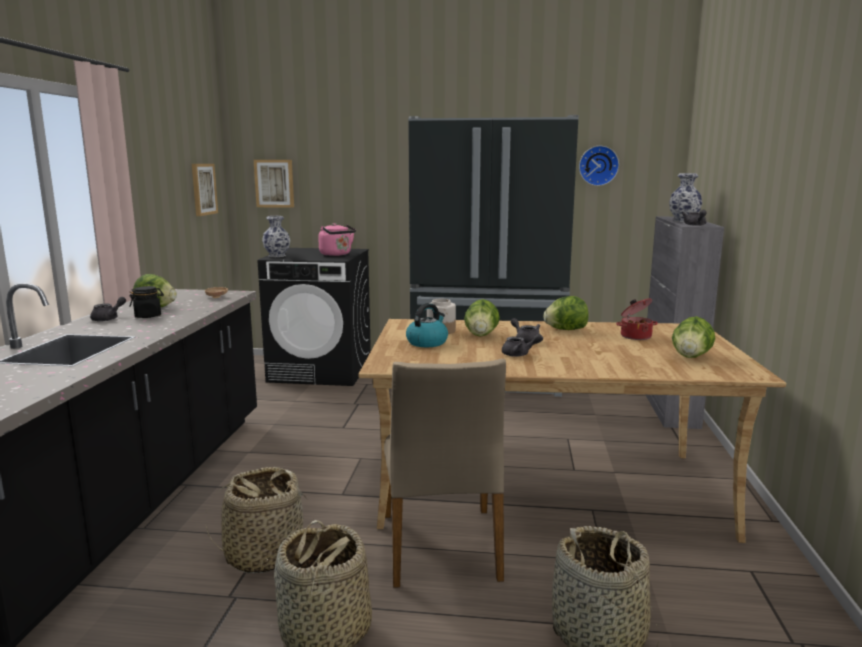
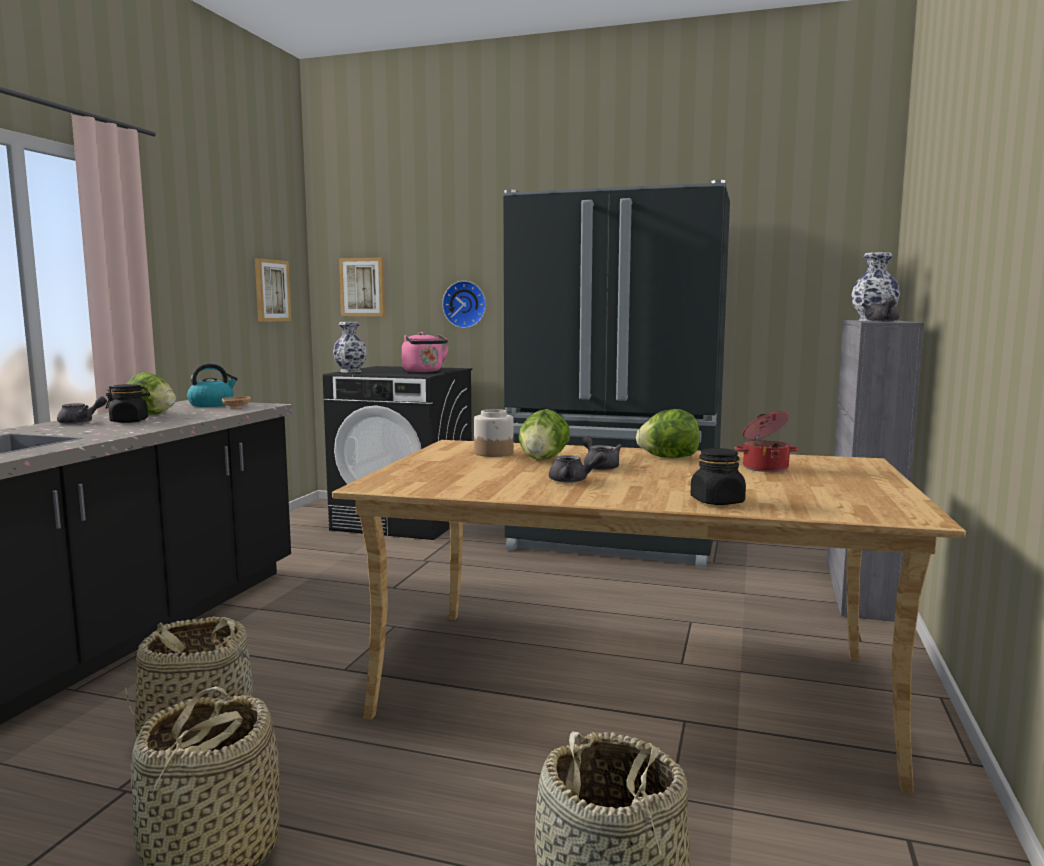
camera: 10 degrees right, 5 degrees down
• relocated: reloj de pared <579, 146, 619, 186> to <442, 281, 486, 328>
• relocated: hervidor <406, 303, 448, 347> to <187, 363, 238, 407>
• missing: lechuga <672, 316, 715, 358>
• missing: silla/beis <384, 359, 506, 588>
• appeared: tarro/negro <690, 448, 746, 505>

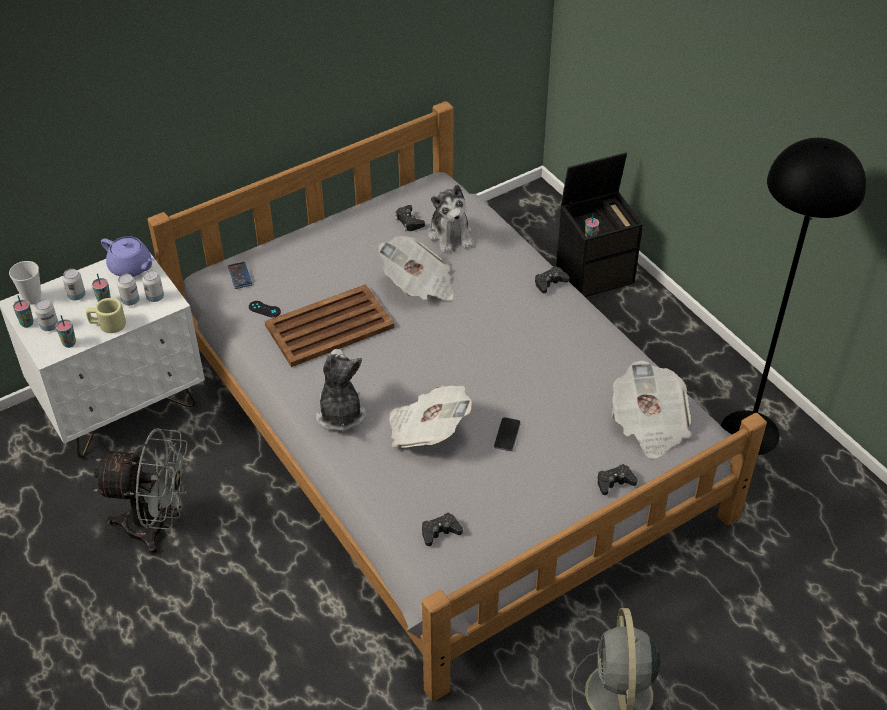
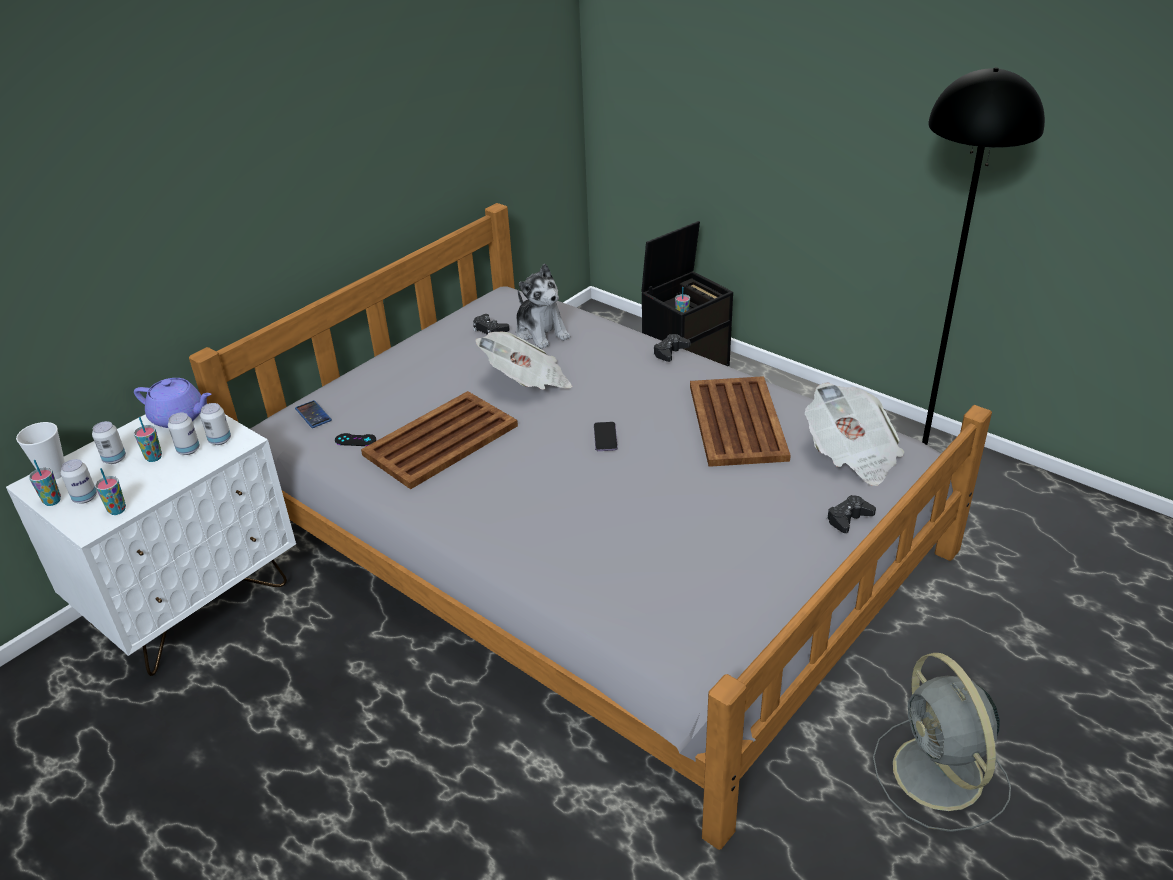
camera: 15 degrees left, 10 degrees down
• missing: taza grande/beis <86, 298, 126, 333>
• missing: peluche <316, 349, 366, 431>
• missing: periódico <389, 386, 472, 448>
• relocated: móvil <494, 417, 521, 451> to <594, 422, 618, 451>
• missing: ventilador/gris <94, 428, 190, 555>
• missing: mando de consola/negro <422, 512, 463, 546>
• appeared: bandeja/marrón <690, 376, 791, 467>

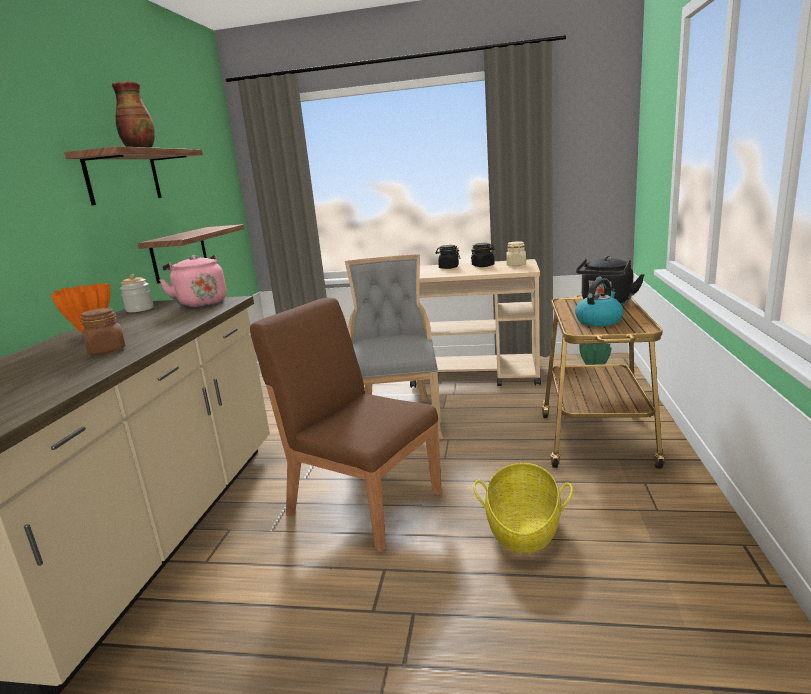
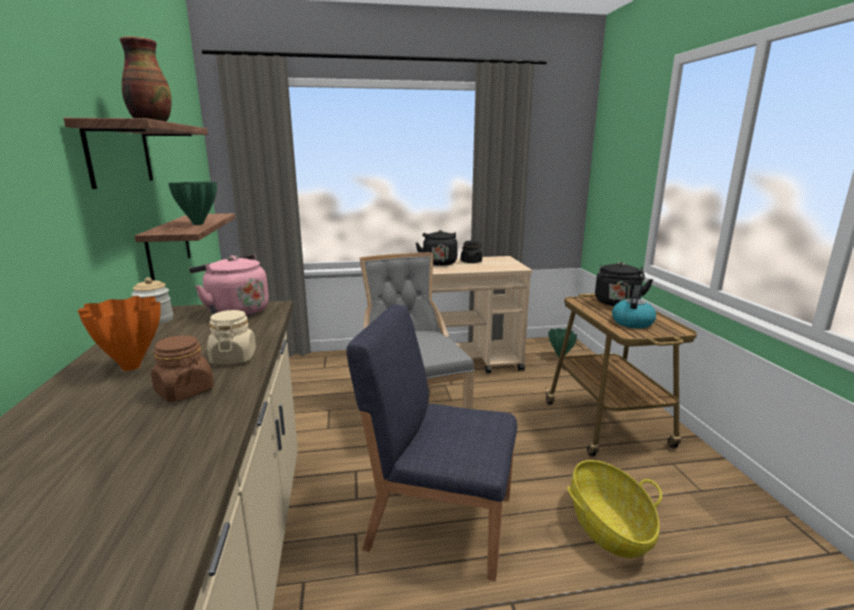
camera: 20 degrees left, 0 degrees up
• relocated: tarro/beis <506, 241, 526, 266> to <207, 310, 256, 364>
• exchanged: tarro/negro <436, 245, 460, 269> to hervidor/negro <416, 230, 458, 266>
• colour: silla/marrón <250, 297, 442, 552> to silla/azul <346, 304, 517, 581>
• appeared: florero/verde <168, 182, 217, 225>

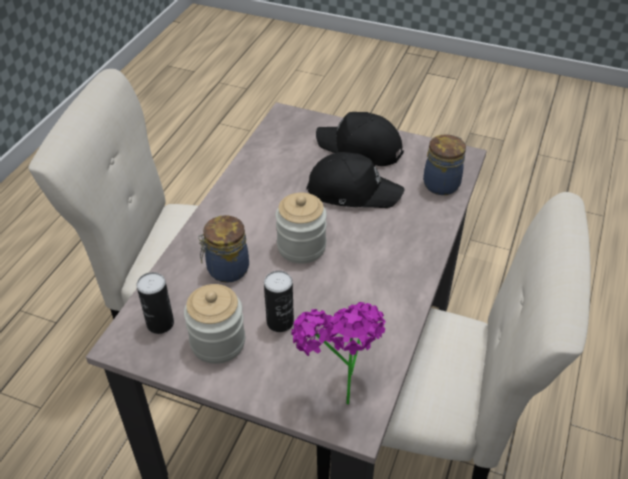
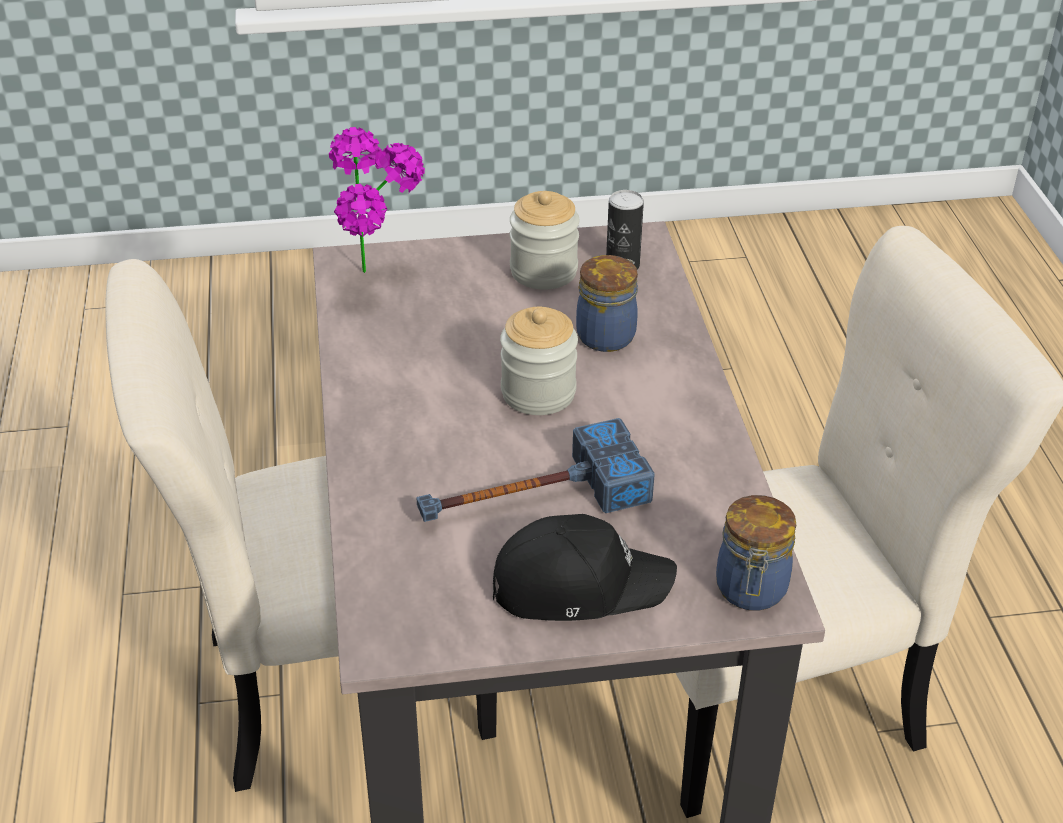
camera: 150 degrees right, 5 degrees down
• relocated: tarro <423, 134, 466, 195> to <716, 495, 796, 611>
• exchanged: gorra/negro <306, 152, 404, 208> to martillo <416, 418, 655, 522>
• missing: lata <264, 271, 294, 332>

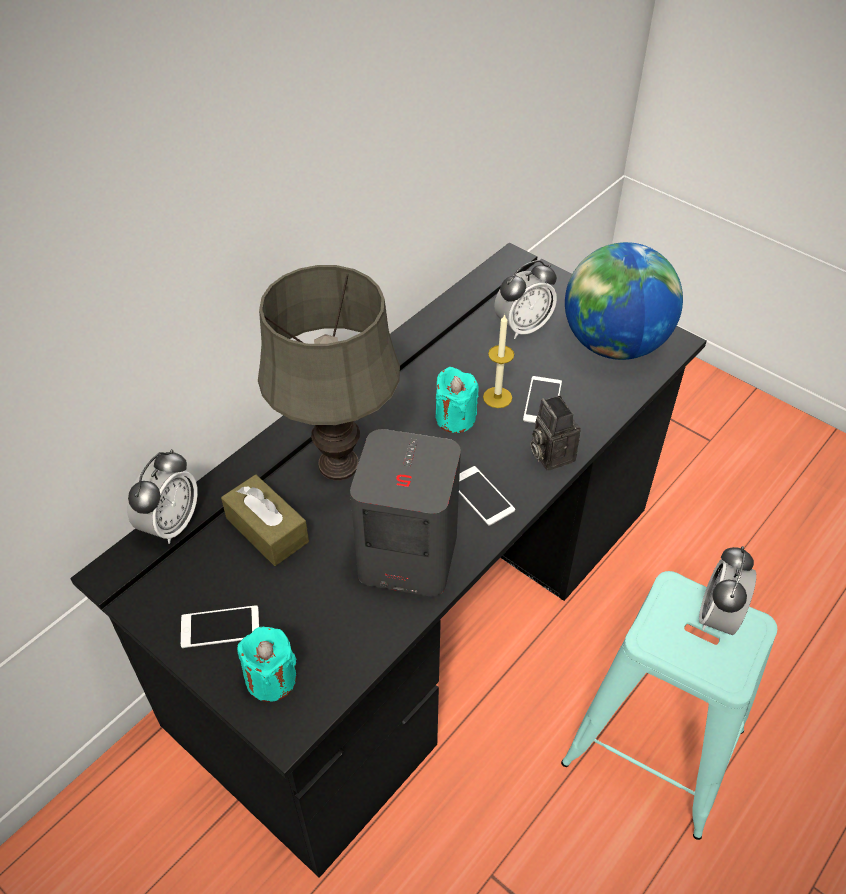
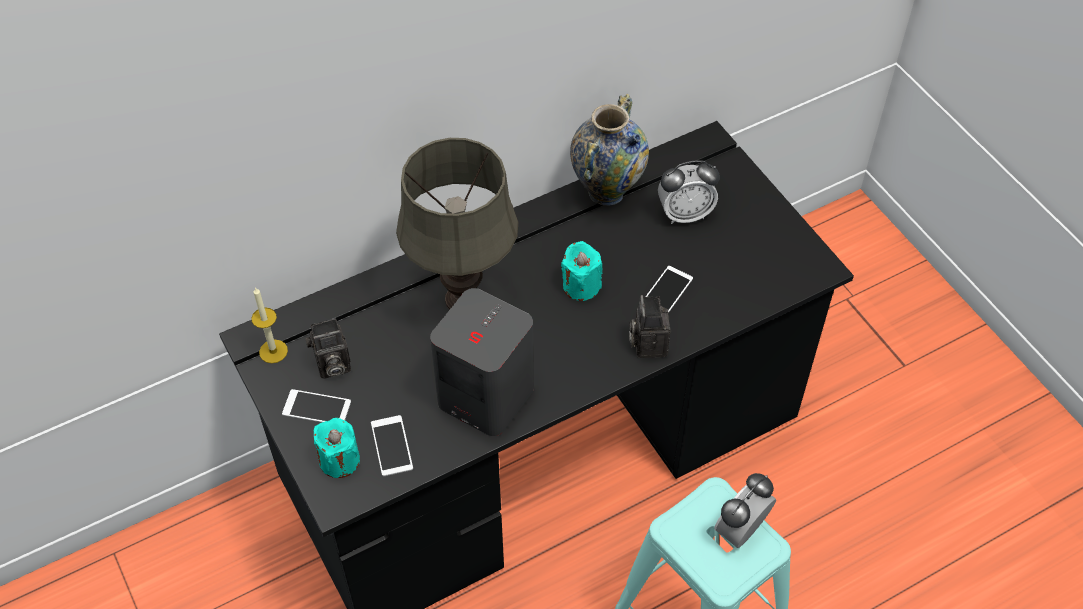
camera: 20 degrees right, 5 degrees up
• missing: globo terráqueo <565, 242, 683, 360>
• relocated: vela <483, 314, 514, 408> to <251, 287, 288, 363>
• missing: despertador <127, 449, 198, 544>
• relocated: móvil <459, 466, 515, 526> to <371, 415, 413, 476>
• missing: caja de pañuelos/marrón <221, 475, 309, 566>
• appeared: florero <570, 94, 649, 206>
• appeared: cámara <305, 318, 351, 379>

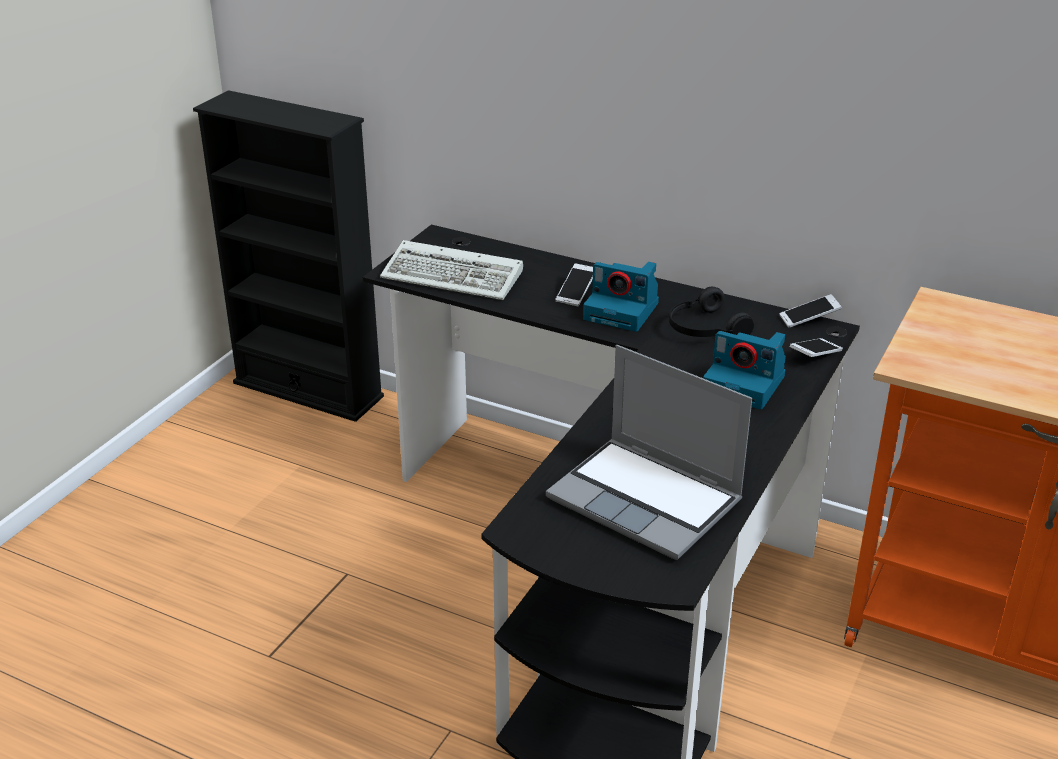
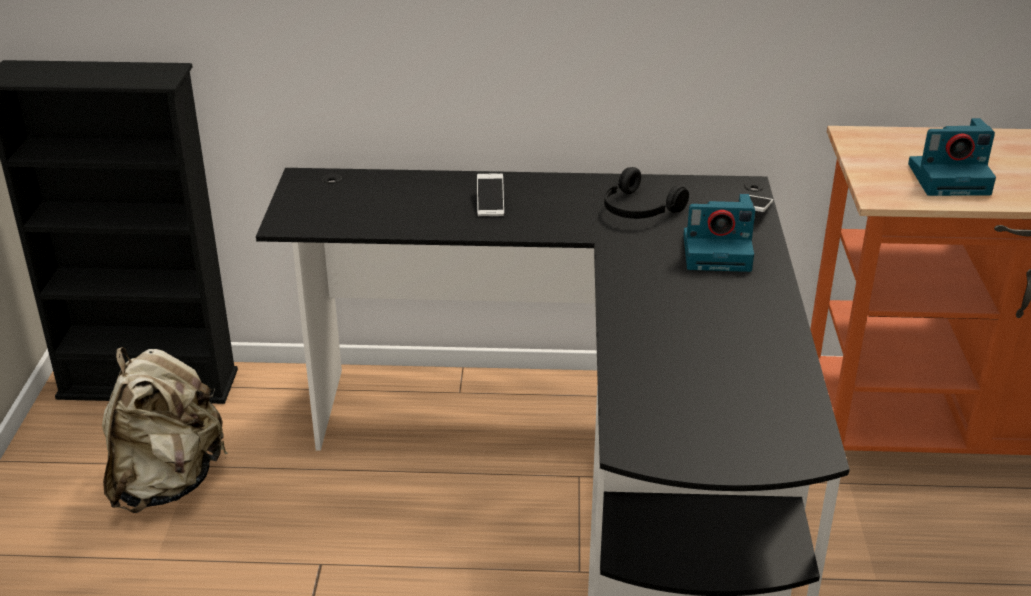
camera: 25 degrees left, 0 degrees up
• missing: teclado <380, 240, 523, 300>
• relocated: cámara <583, 262, 659, 332> to <908, 118, 996, 196>
• missing: móvil <779, 294, 841, 328>
• missing: portátil <546, 345, 752, 560>
• appeared: mochila/beis <102, 347, 228, 513>

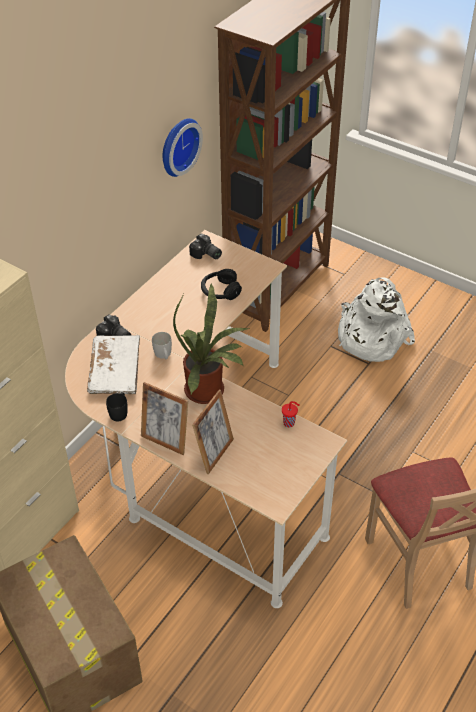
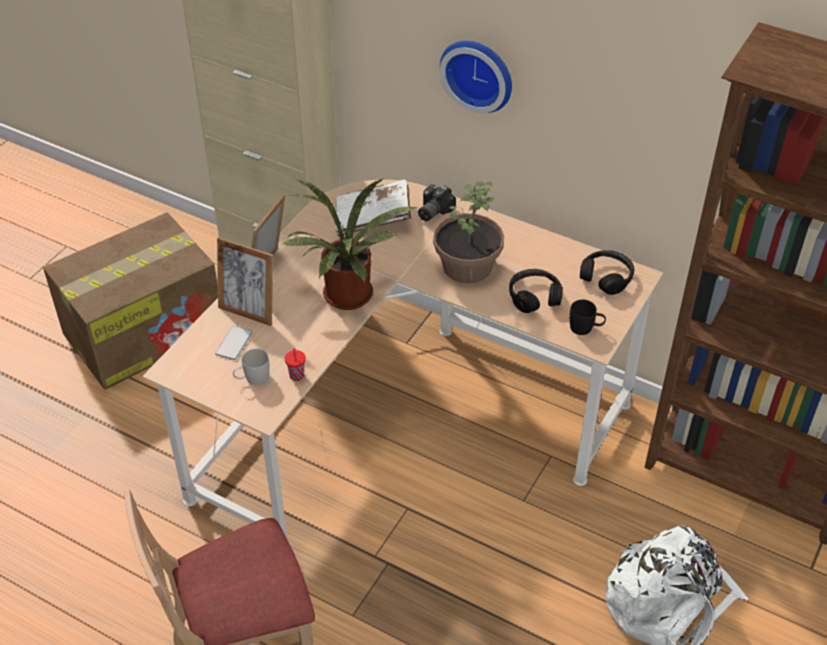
camera: 85 degrees right, 0 degrees up
• relocated: reloj de pared <163, 118, 203, 177> to <440, 41, 512, 113>
• exchanged: cámara <189, 233, 222, 259> to auriculares/negro <580, 250, 634, 295>
• relocated: taza grande/blanco <152, 332, 172, 359> to <233, 349, 270, 385>
• relocated: taza grande/negro <106, 392, 128, 421> to <570, 300, 606, 335>
• appeared: planta en maceta <433, 181, 504, 283>
• appeared: móvil <215, 326, 252, 360>

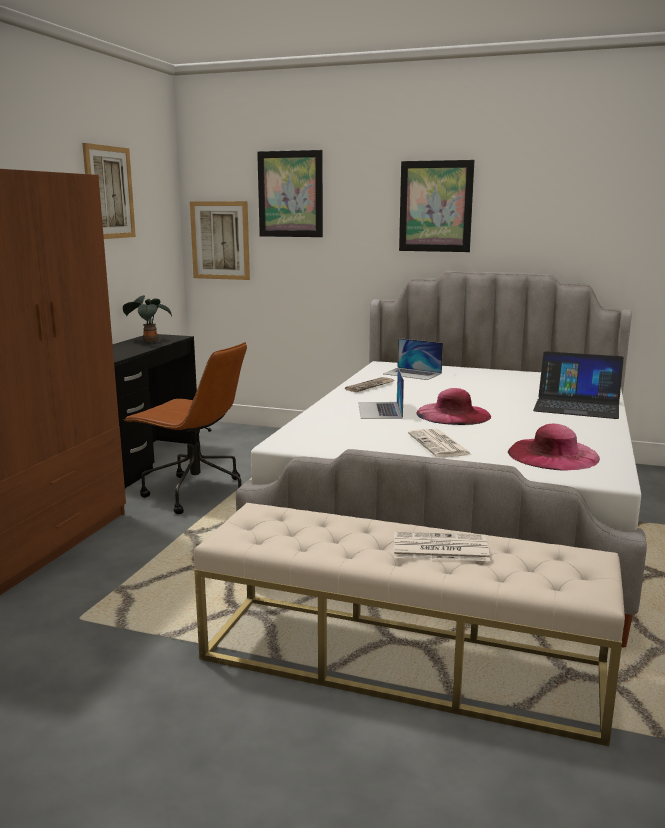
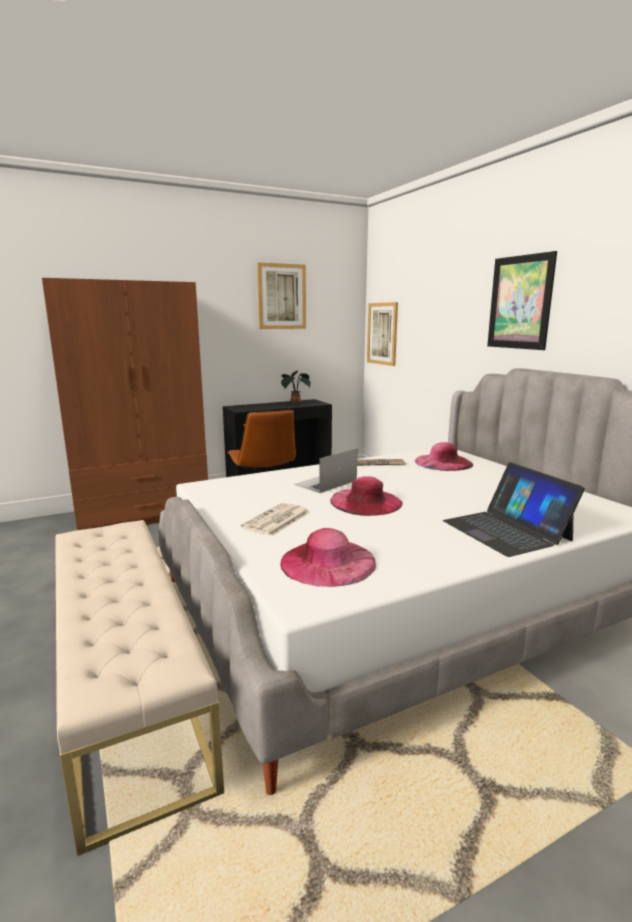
camera: 45 degrees right, 0 degrees up
• missing: cuadro <257, 150, 323, 237>
• exchanged: portátil <383, 338, 443, 380> to sombrero/rosa <415, 442, 473, 471>
• missing: periódico <394, 532, 490, 561>

